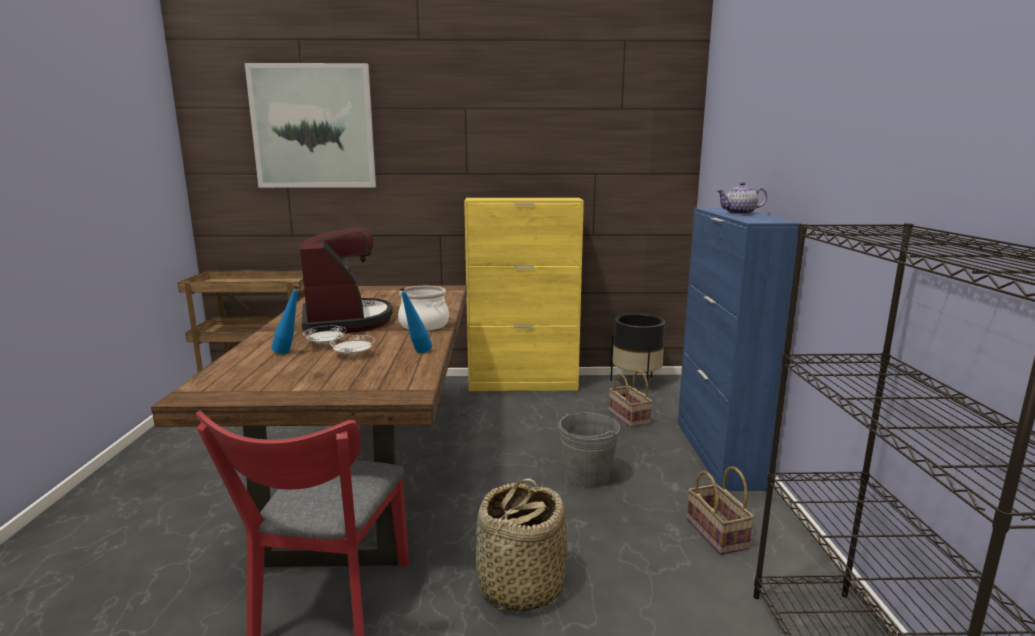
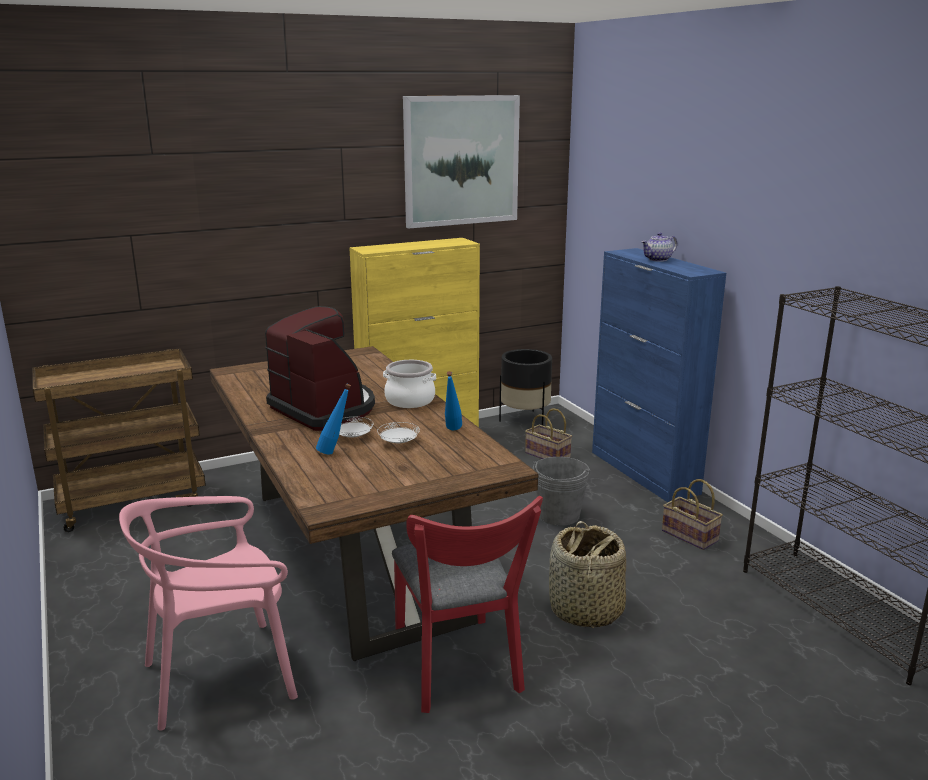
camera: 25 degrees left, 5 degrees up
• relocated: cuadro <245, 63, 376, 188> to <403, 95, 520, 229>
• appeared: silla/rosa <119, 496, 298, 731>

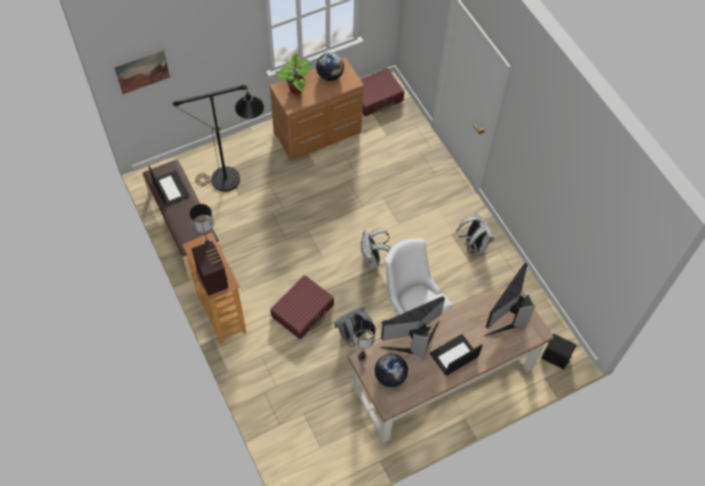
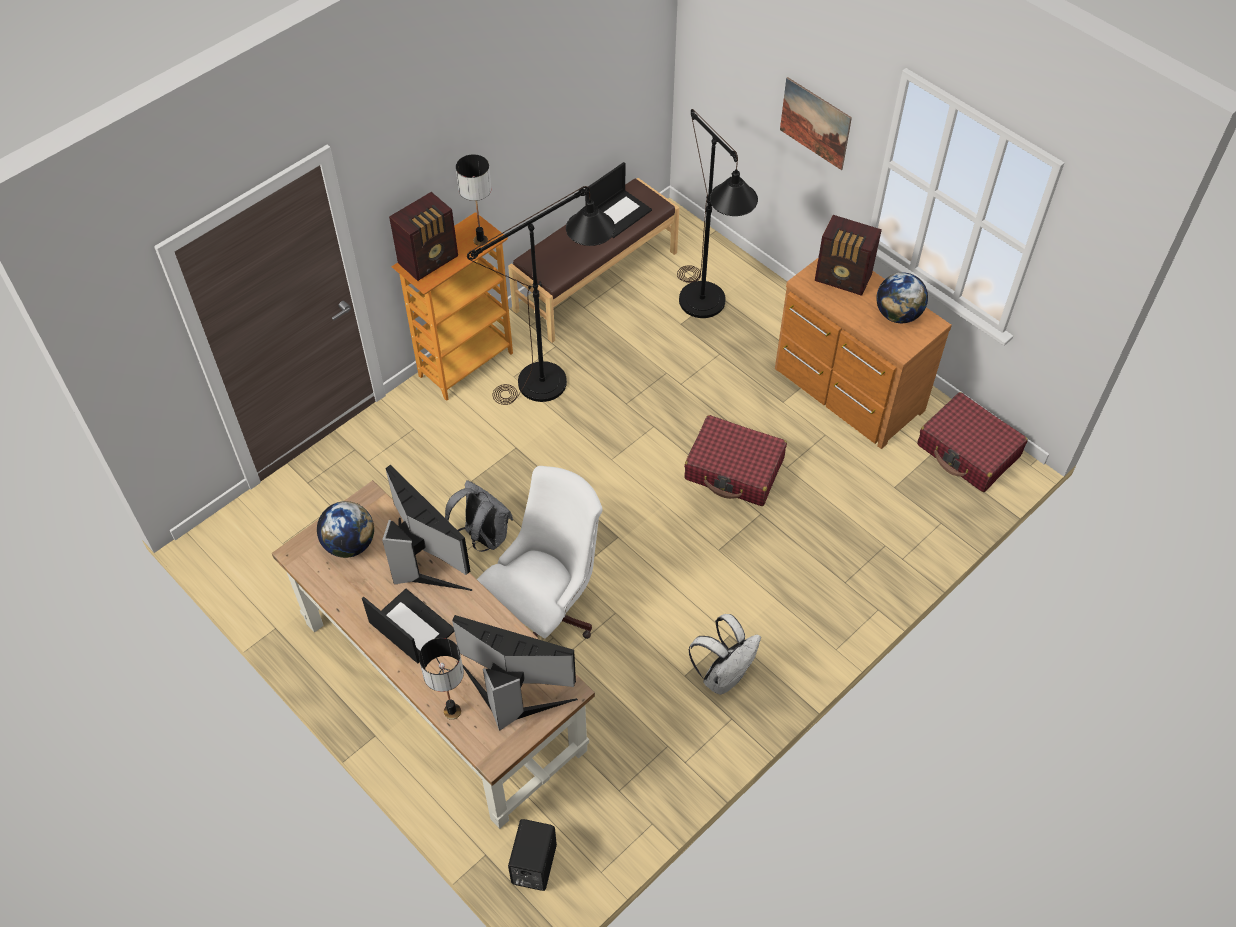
camera: 75 degrees right, 5 degrees down
• relocated: cuadro <114, 50, 170, 94> to <780, 77, 852, 170>
• exchanged: planta en maceta <275, 53, 312, 95> to radio <815, 215, 882, 296>
• missing: mochila/blanco <361, 228, 391, 268>
• relocated: maleta/rojo <270, 275, 334, 339> to <684, 415, 787, 506>
• relocated: lámpara de mesa <353, 320, 376, 362> to <419, 638, 464, 720>
• appeared: lámpara de pie/negro <467, 186, 615, 405>

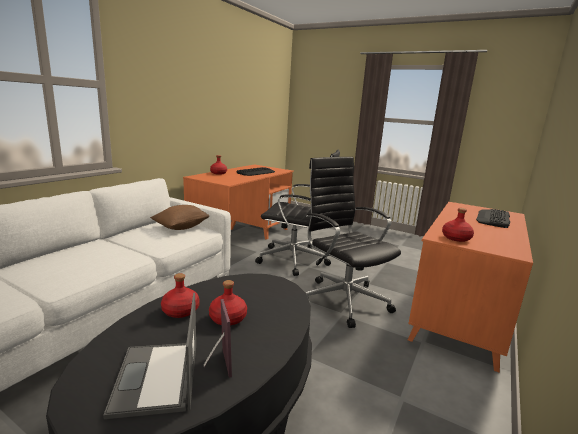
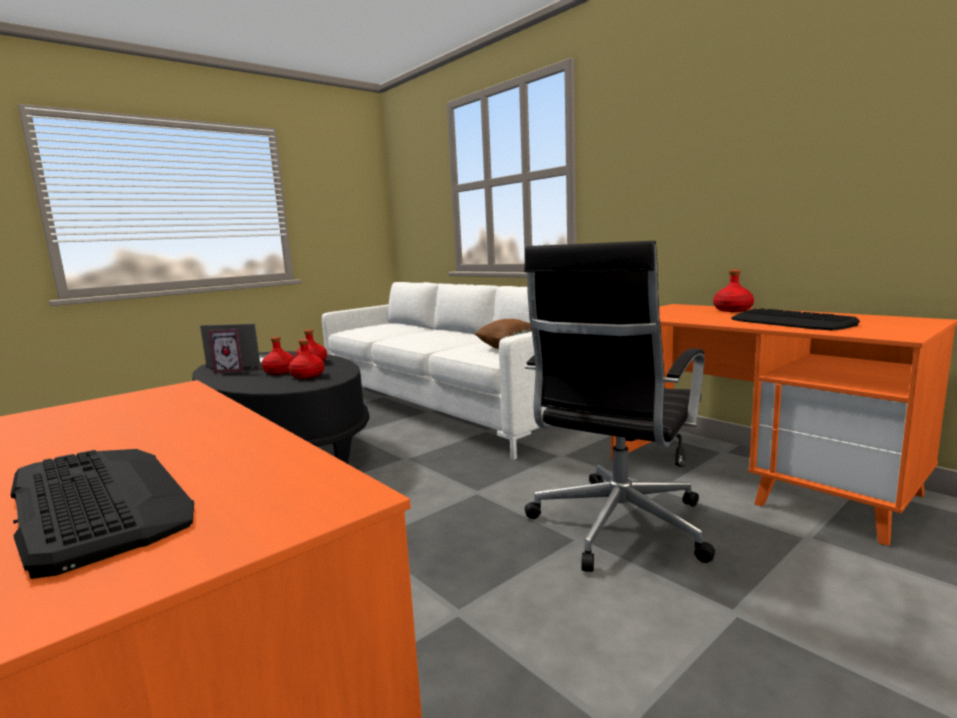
camera: 110 degrees right, 5 degrees down
• missing: silla de oficina/negro <306, 157, 401, 328>
• relocated: botella/rojo <442, 208, 474, 242> to <289, 339, 324, 379>

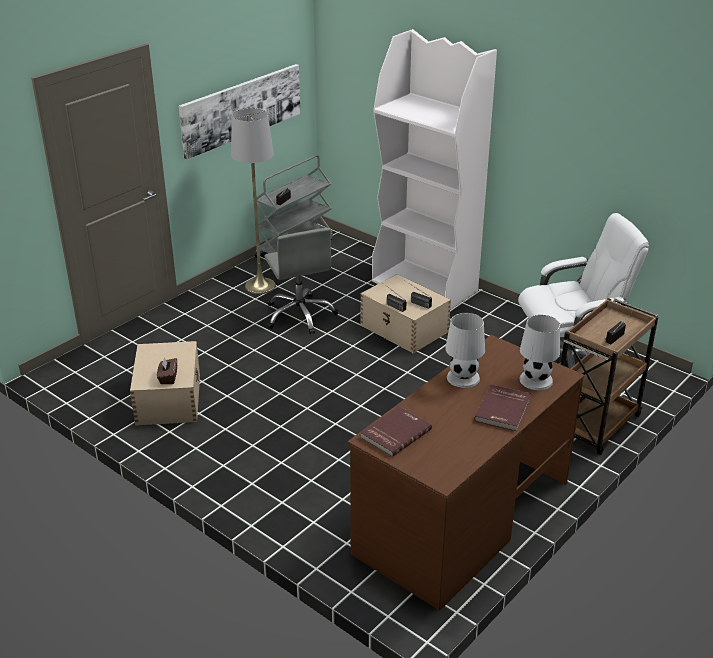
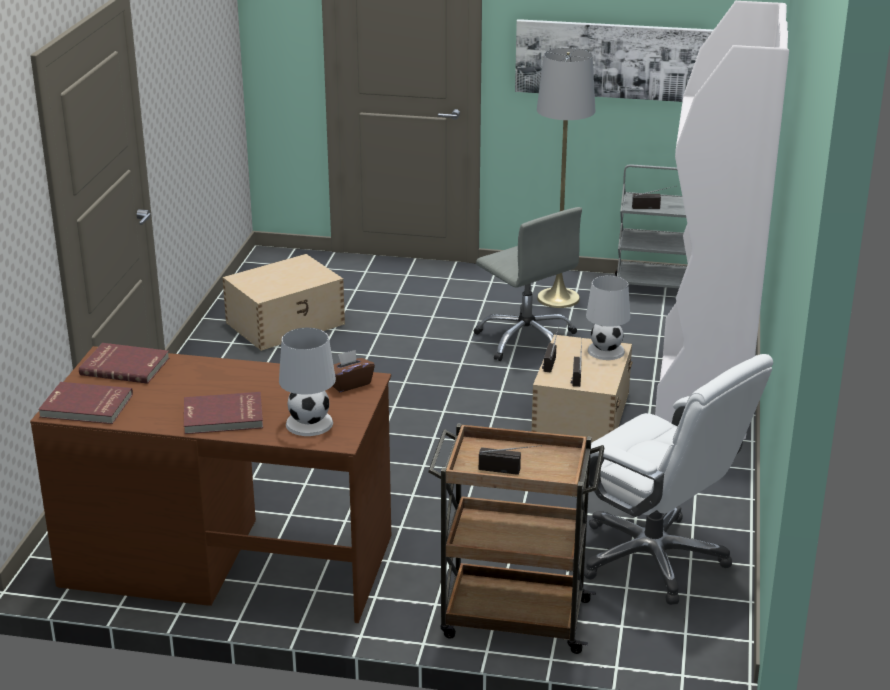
camera: 60 degrees right, 5 degrees down
• spun: silla de oficina/gris <265, 228, 338, 334> = <474, 207, 582, 361> 75 degrees counterclockwise
• relocated: lámpara de mesa/blanco <445, 313, 485, 388> to <586, 275, 630, 360>
• relocated: caja de pañuelos/marrón <157, 357, 177, 384> to <333, 350, 375, 393>
• appeared: libro/rojo <38, 382, 133, 424>

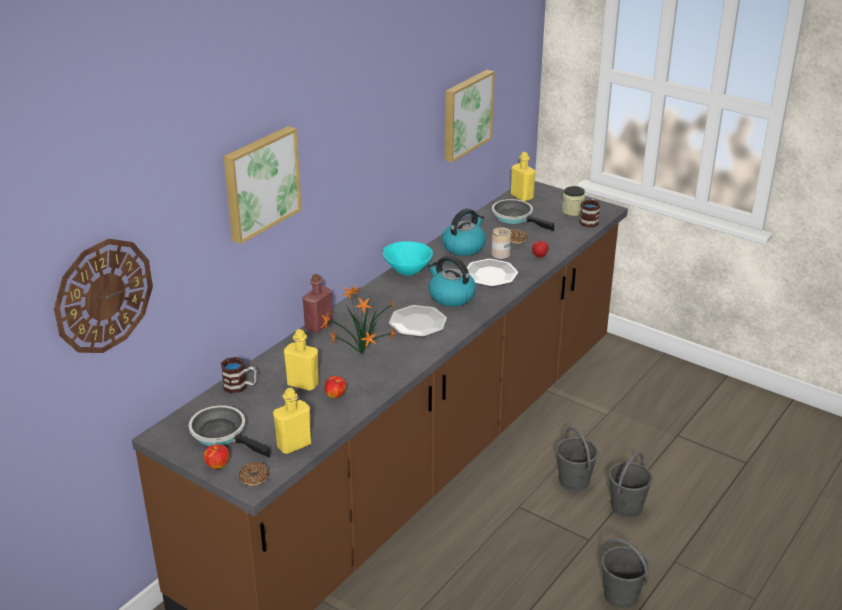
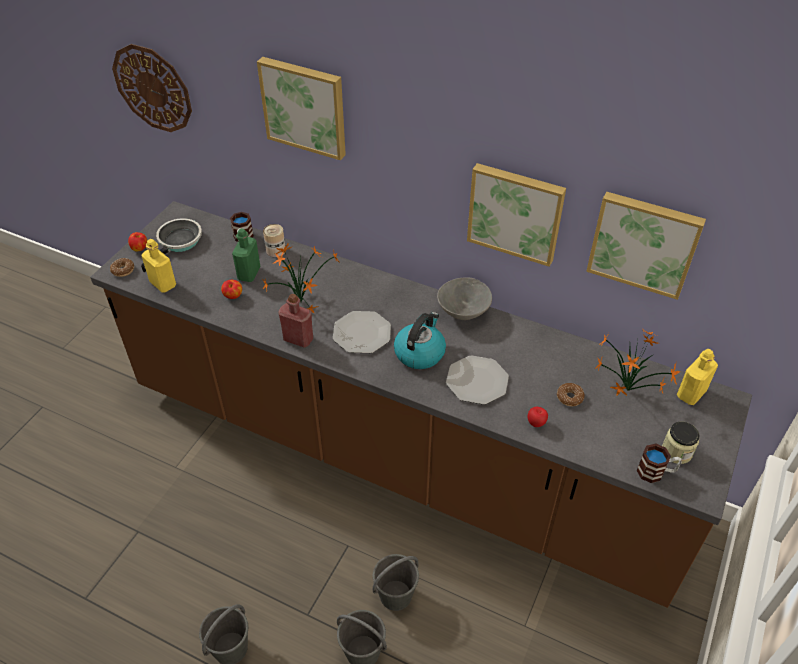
camera: 80 degrees right, 15 degrees up
• exchanged: sartén <492, 199, 555, 231> to planta en maceta <595, 328, 681, 396>
• missing: hervidor <442, 208, 486, 256>
• relocated: lata <491, 227, 511, 259> to <263, 224, 285, 257>
• colour: cuenco/turquesa <383, 241, 433, 276> to cuenco/gris <437, 277, 492, 320>
• relocated: botella/rojo <303, 274, 333, 333> to <278, 294, 313, 348>
• colour: botella/amarillo <284, 329, 319, 391> to botella/verde <232, 229, 261, 282>
• appeared: cuadro <467, 163, 566, 267>

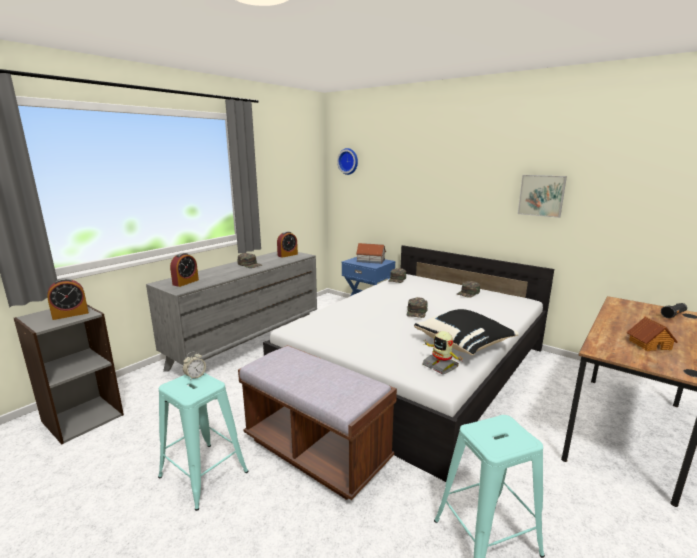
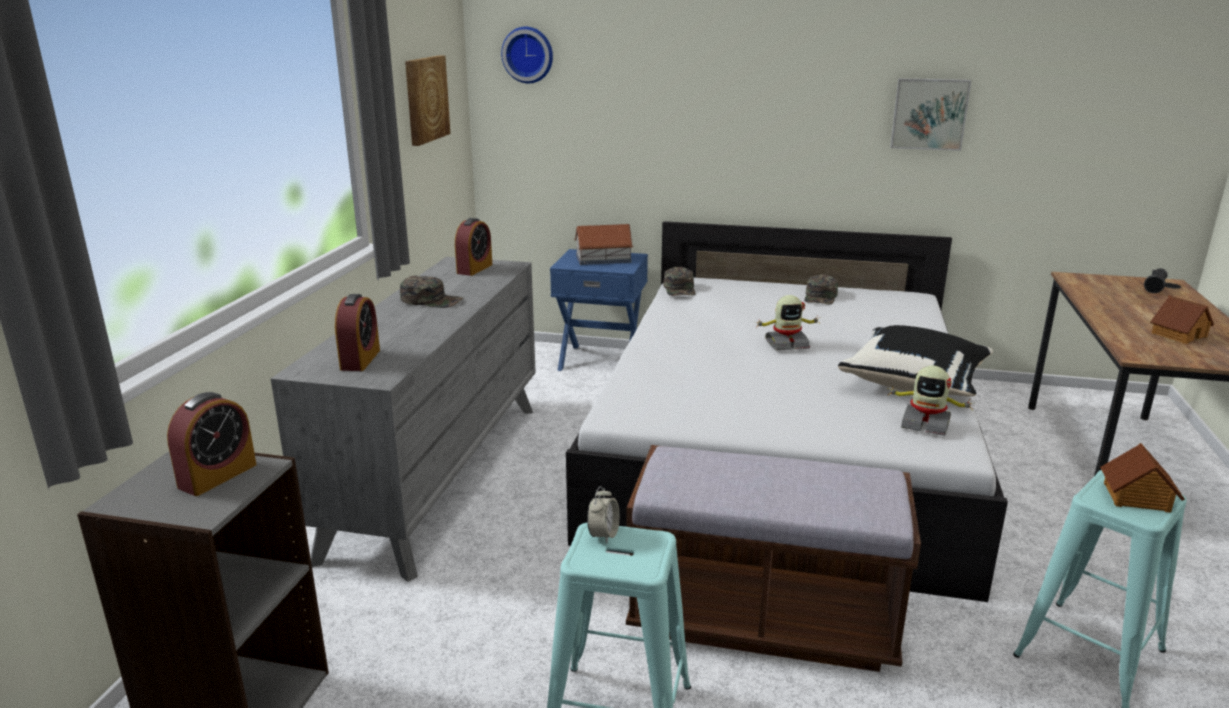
camera: 25 degrees left, 5 degrees up
• exchanged: gorra/verde <407, 297, 427, 318> to robot de juguete <754, 295, 820, 350>
• appeared: cuadro <405, 55, 450, 146>
• appeared: casita <1100, 443, 1185, 513>

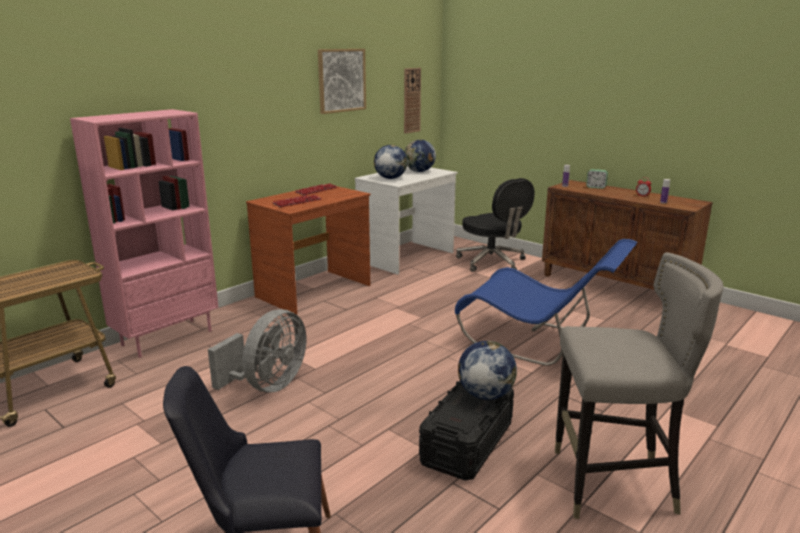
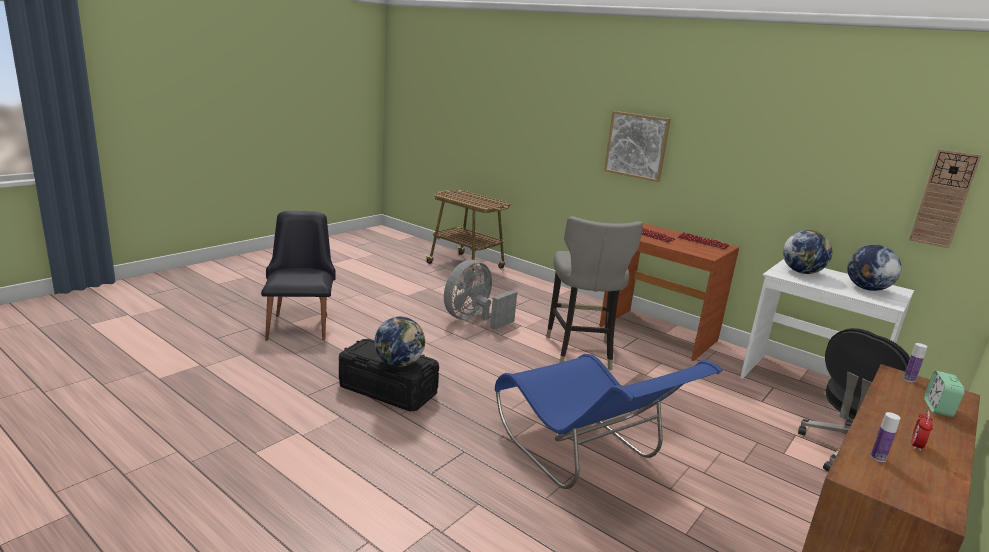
camera: 85 degrees right, 0 degrees up
• relocated: cuadro <318, 49, 366, 114> to <604, 111, 671, 182>
• missing: estantería/rosa <70, 109, 219, 358>
• spun: silla/azul <455, 239, 637, 365> = <495, 354, 722, 489> 60 degrees counterclockwise
• relocated: taburete/gris <555, 252, 724, 519> to <546, 216, 643, 370>
• spun: ventilador/gris <208, 309, 306, 393> = <444, 260, 517, 330> 105 degrees clockwise

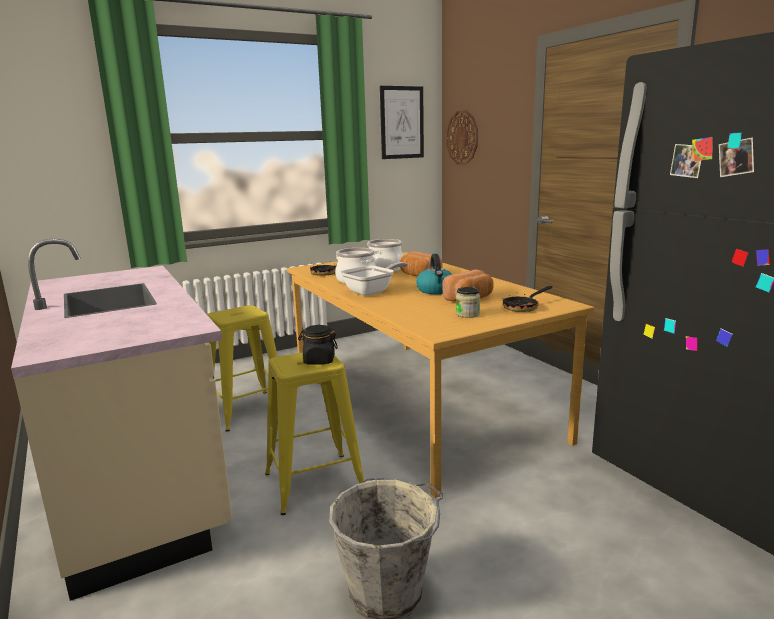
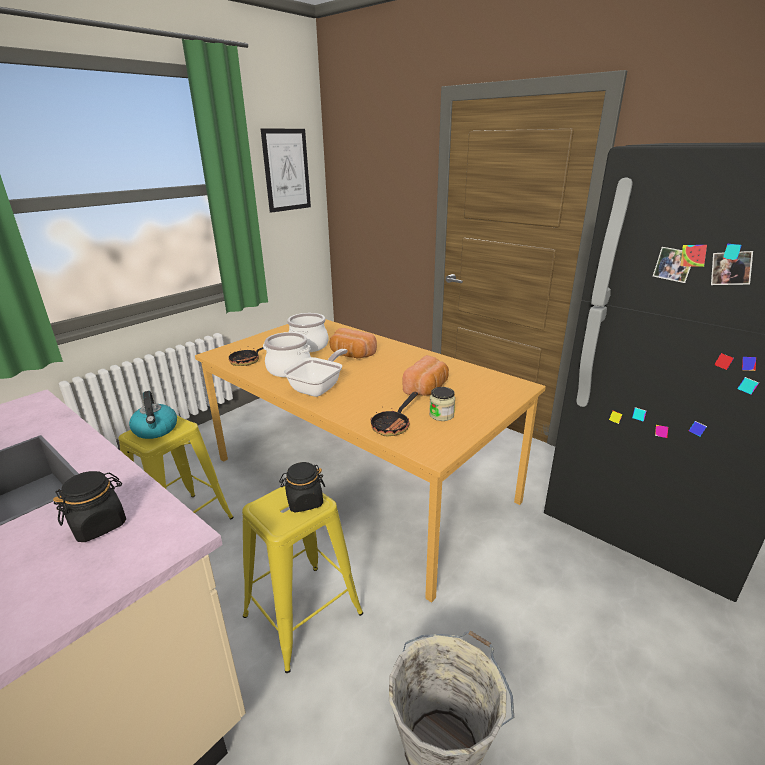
camera: 20 degrees left, 10 degrees up
• missing: reloj de pared <446, 110, 478, 165>
• relocated: hervidor <416, 254, 452, 294> to <129, 391, 177, 439>
• relocated: sartén <502, 286, 552, 312> to <370, 392, 418, 436>
• appeared: tarro/negro <53, 471, 126, 542>

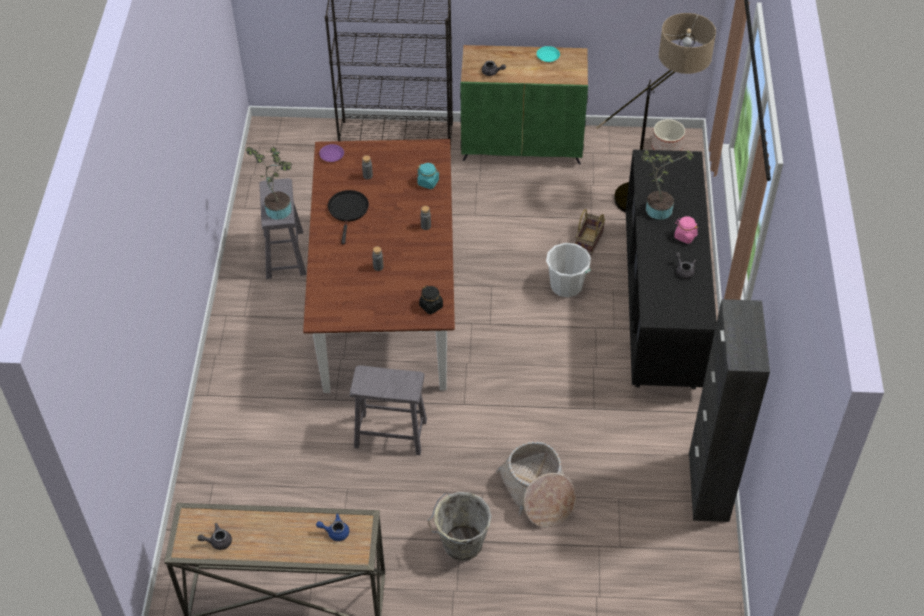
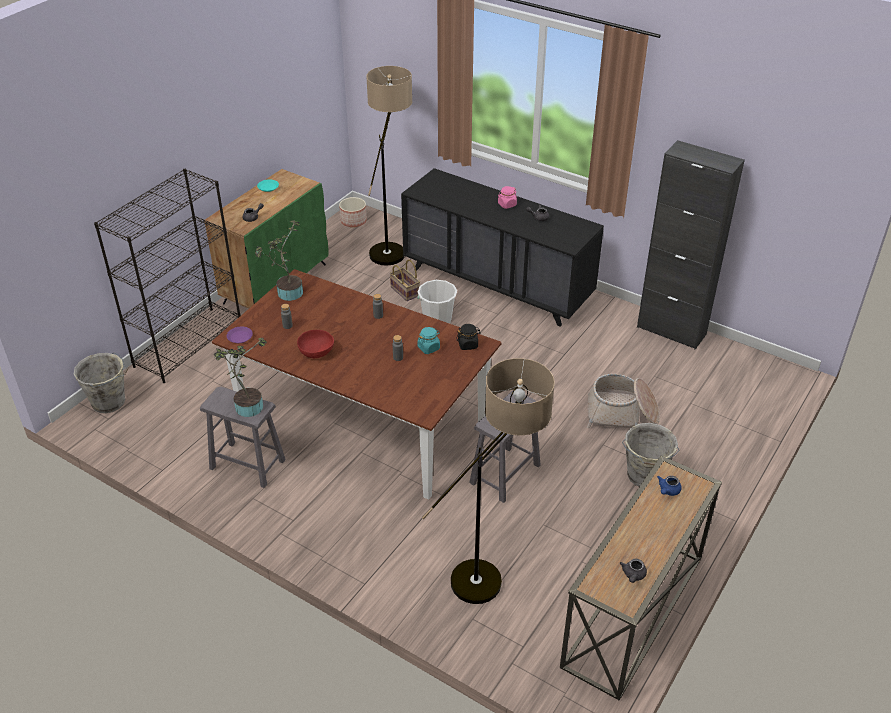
camera: 60 degrees left, 10 degrees down
• relocated: planta en maceta <642, 150, 694, 220> to <255, 220, 303, 301>
• relocated: tarro/turquesa <417, 163, 439, 189> to <417, 327, 440, 354>
• exchanged: sartén/negro <328, 190, 369, 244> to cuenco/rojo <297, 330, 334, 358>
• appeared: cubo/gris <73, 352, 129, 413>
• appeared: lámpara de pie <422, 358, 555, 604>

